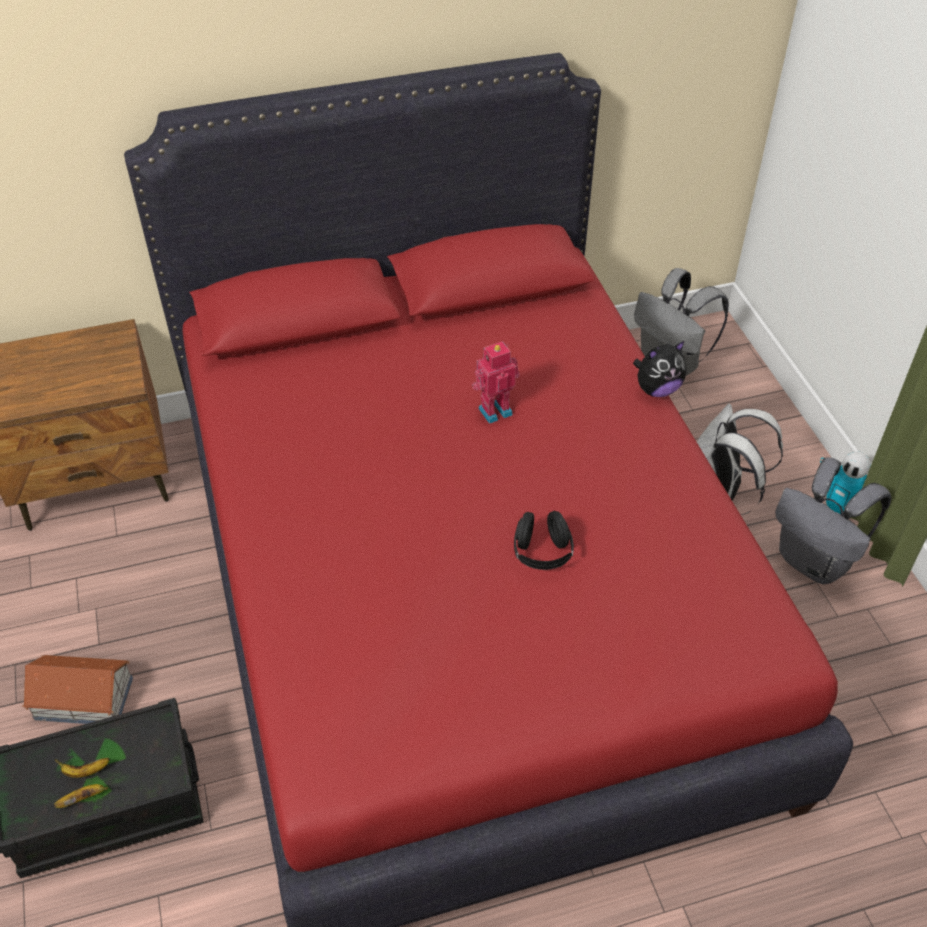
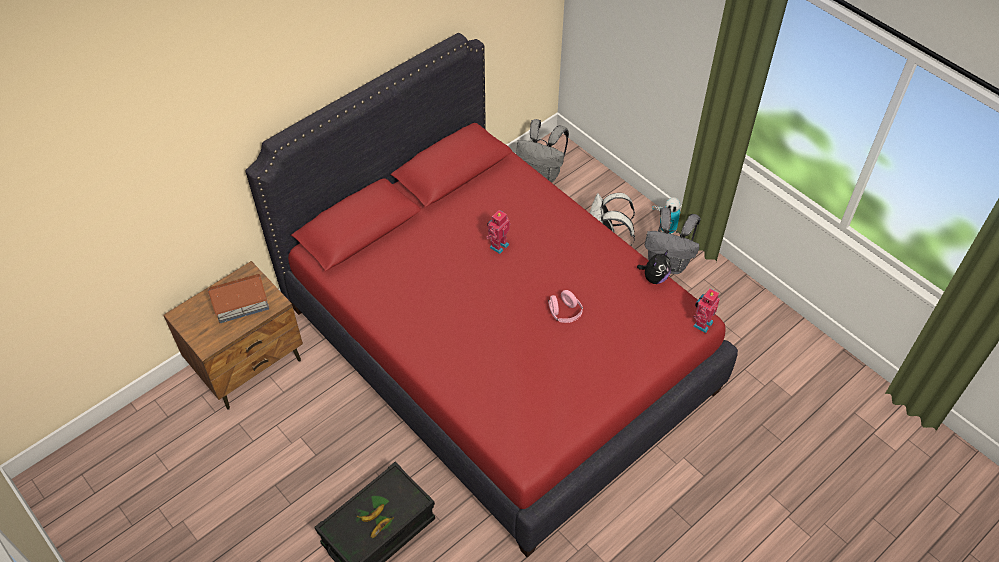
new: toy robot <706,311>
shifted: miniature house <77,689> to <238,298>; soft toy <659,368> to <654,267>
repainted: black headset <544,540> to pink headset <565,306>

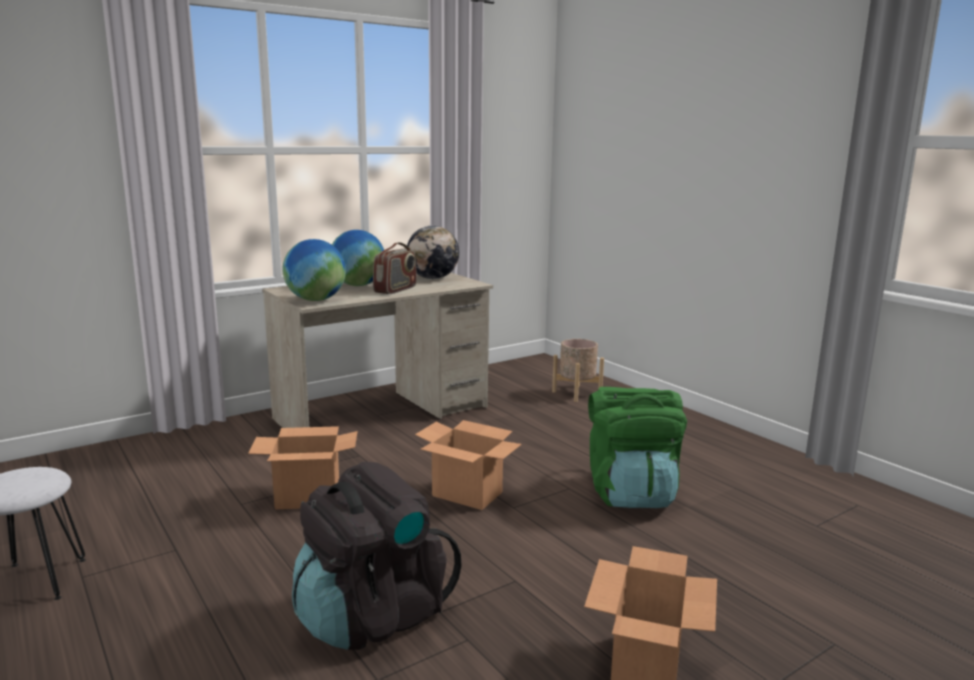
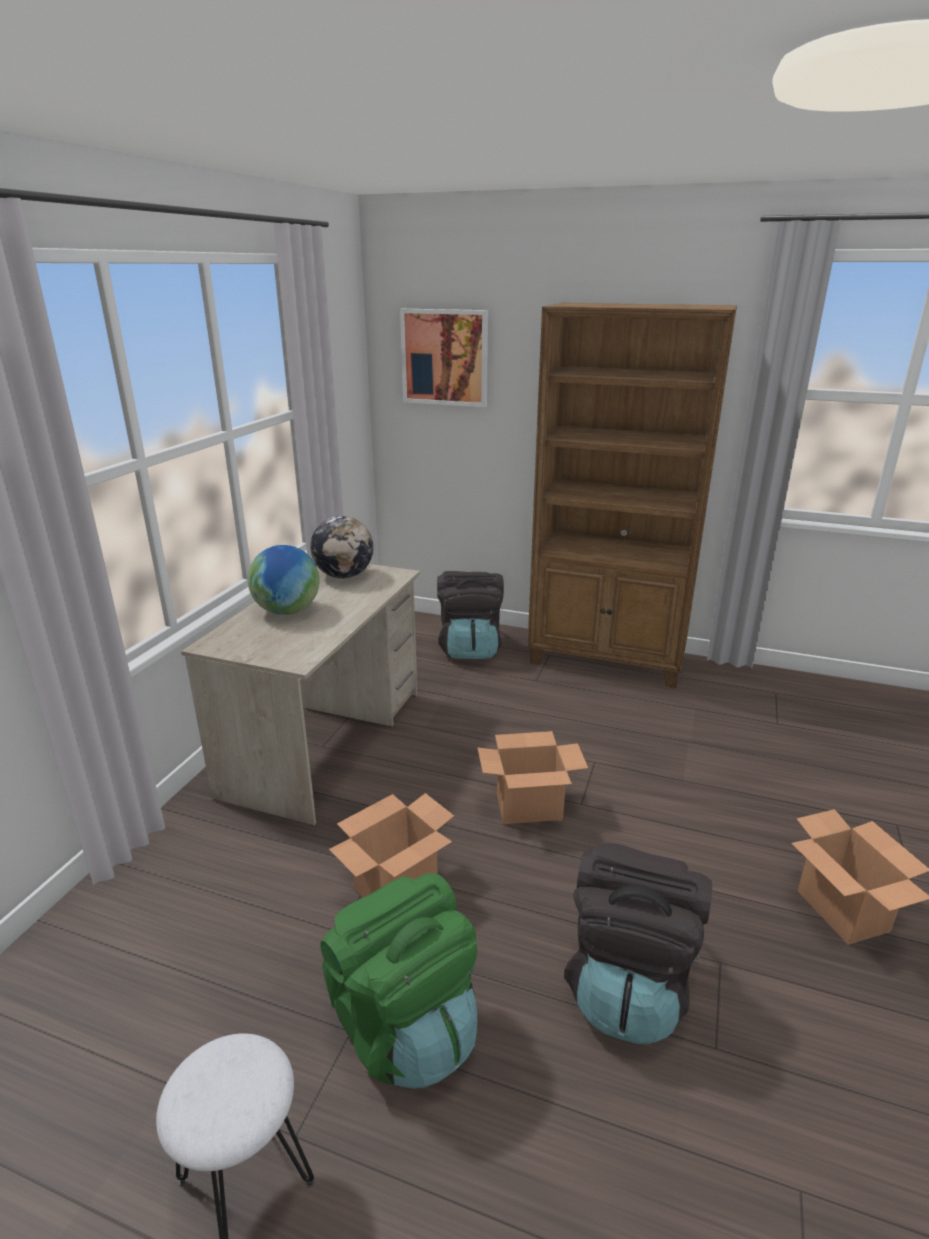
gone: world globe <314,270>; radio set <395,268>
new: wall art <444,358>; brown shelving unit <632,495>
shifted: greenish backpack <637,447> to <398,981>
swapped: beige-coloured planter <578,370> to black backpack <470,615>

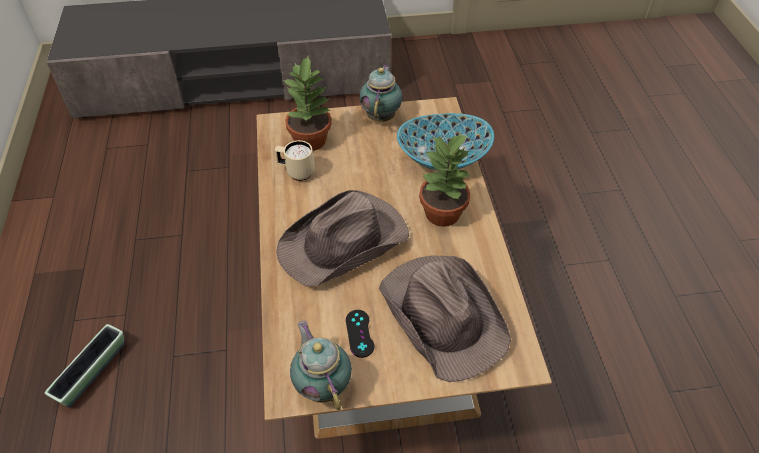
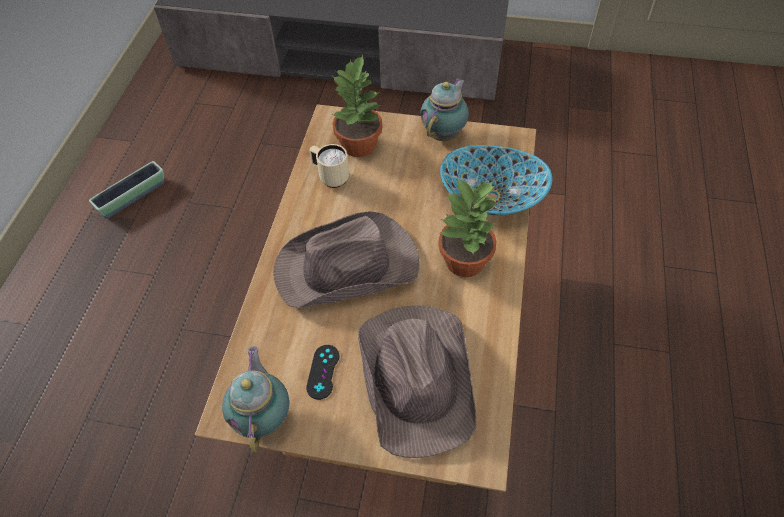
shifted: planter <84,366> to <126,190>

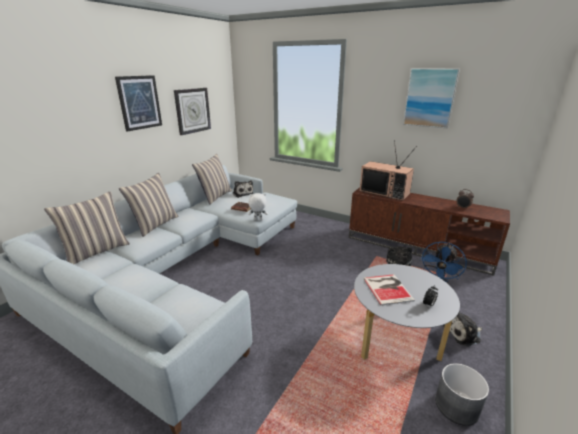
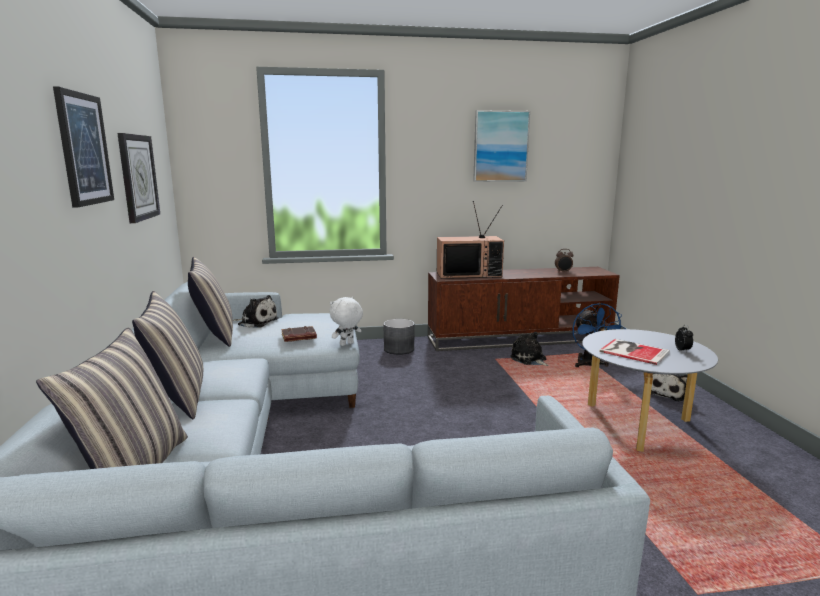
shifted: greyish planter <462,394> to <399,337>

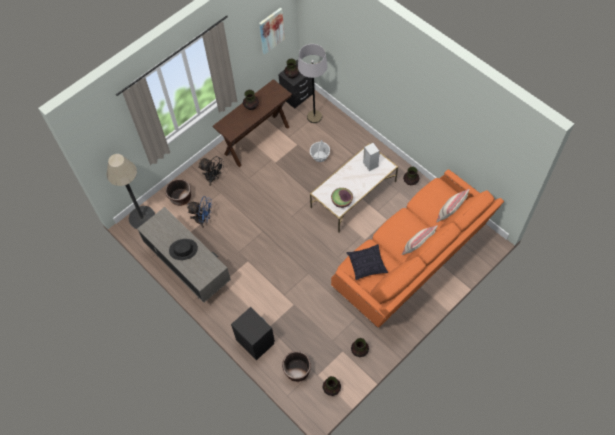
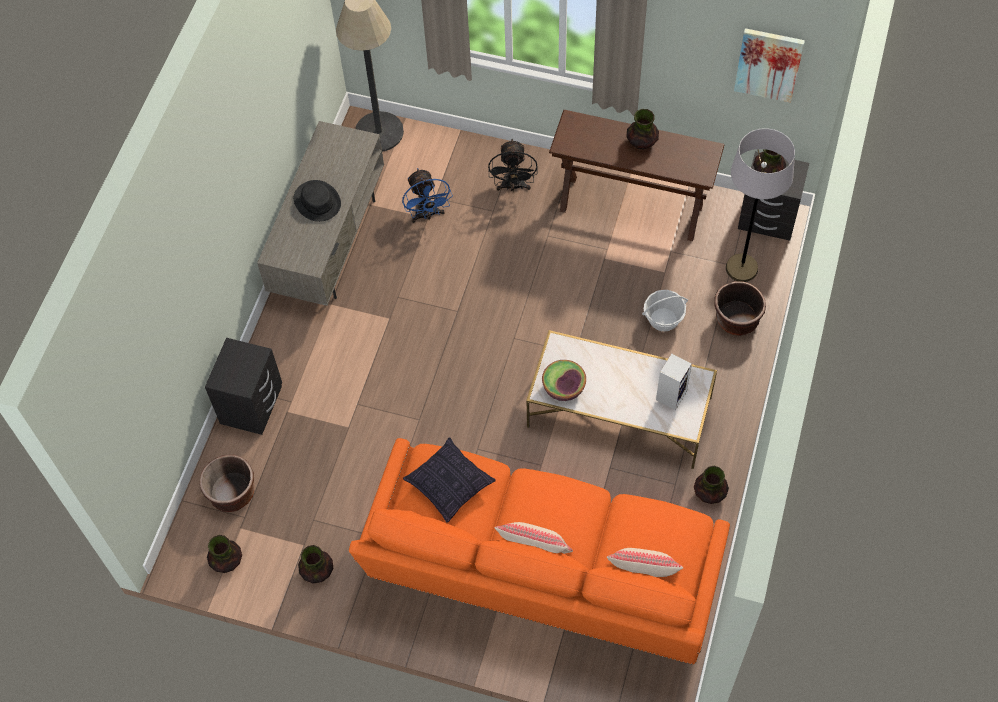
shifted: brown planter <178,192> to <740,308>

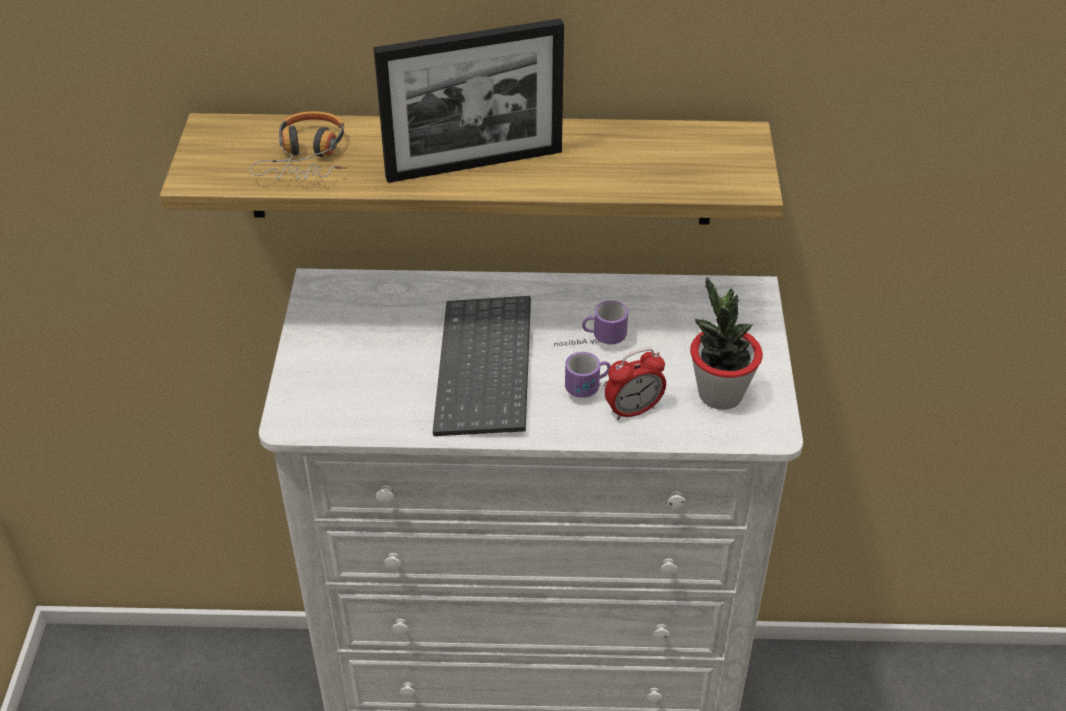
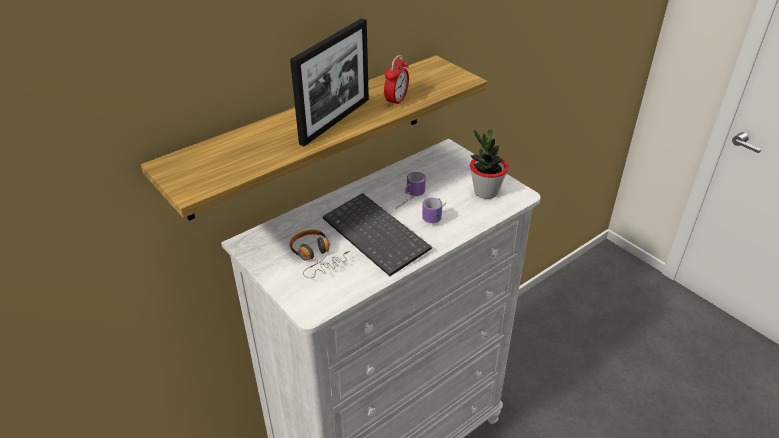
shifted: headset <298,145> to <319,254>; alarm clock <635,384> to <396,81>

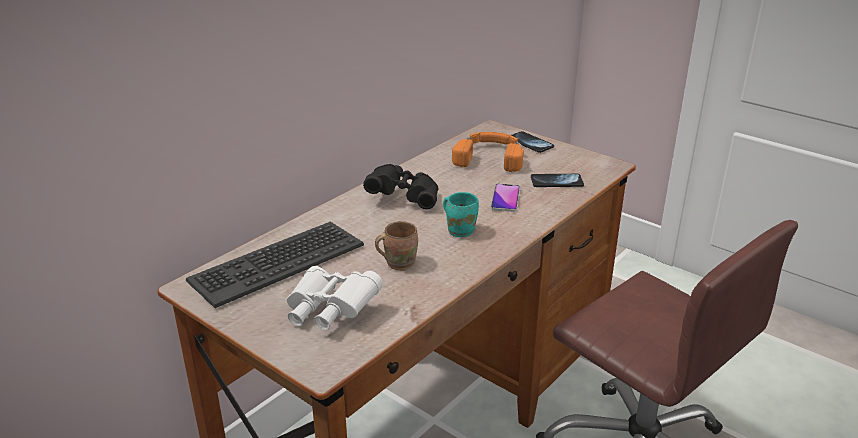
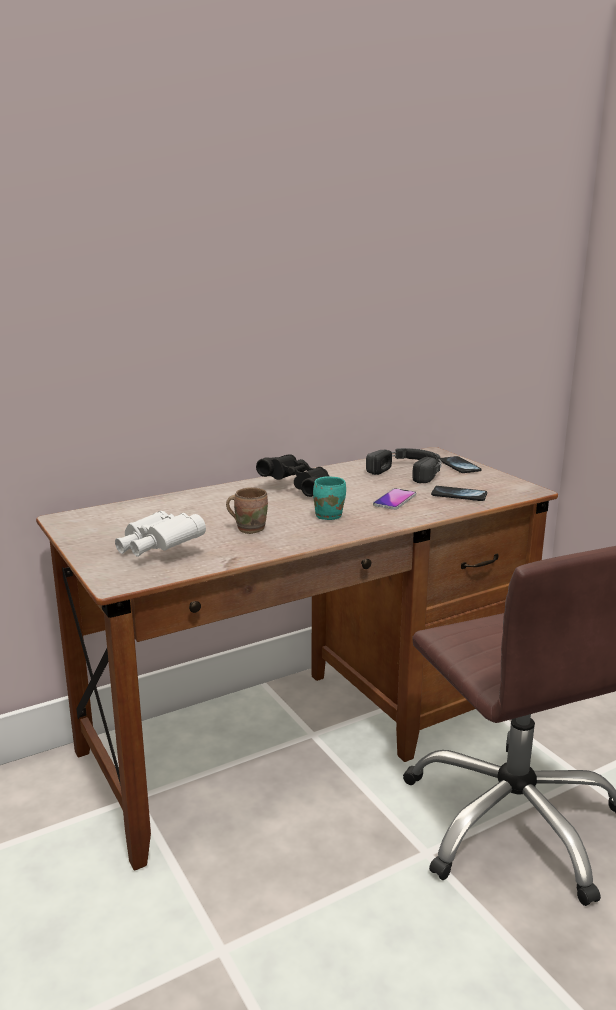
gone: keyboard <275,265>
repainted: orangey headset <488,152> to black headset <404,465>

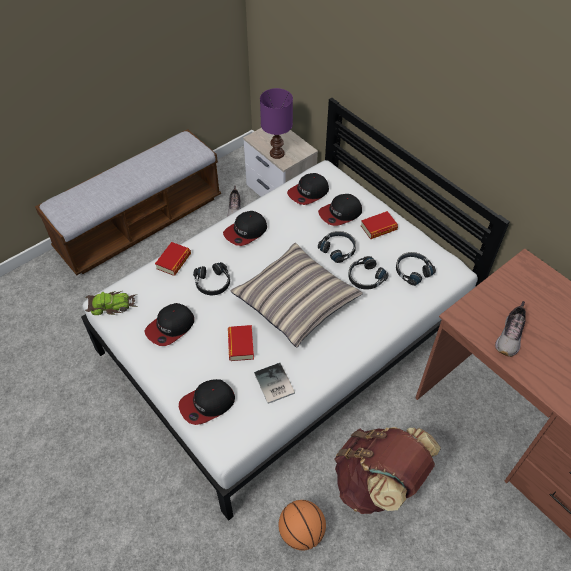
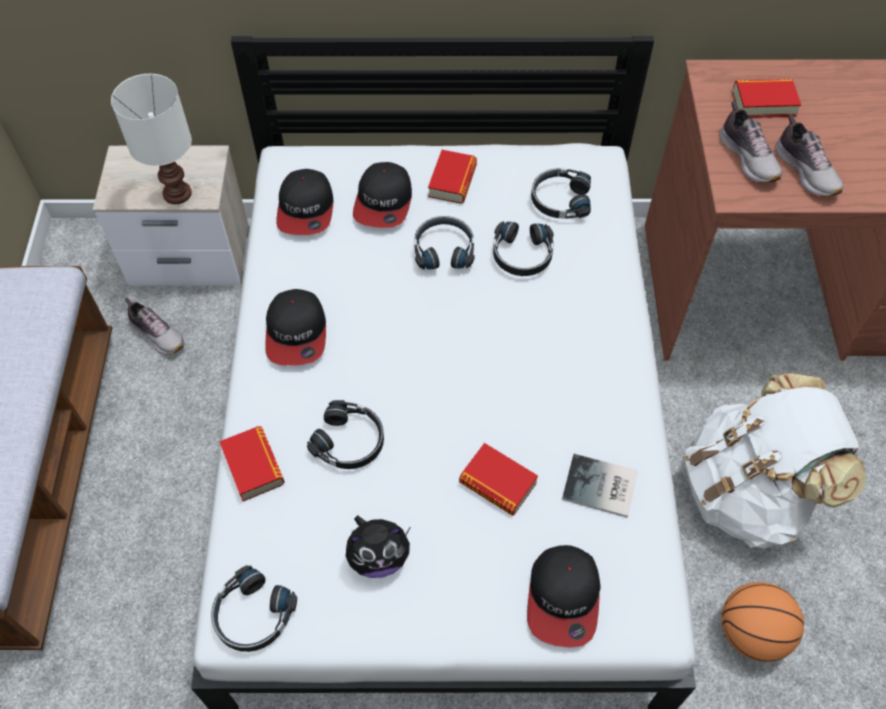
gone: cushion <297,295>
new: low shoe <750,142>; book <767,98>
swapped: toy car <111,303> to black headset <254,608>; cap <169,324> to soft toy <378,546>
repainted: purple tabletop lamp <276,123> to white-coloured tabletop lamp <151,139>; brown backpack <387,470> to white-coloured backpack <775,460>

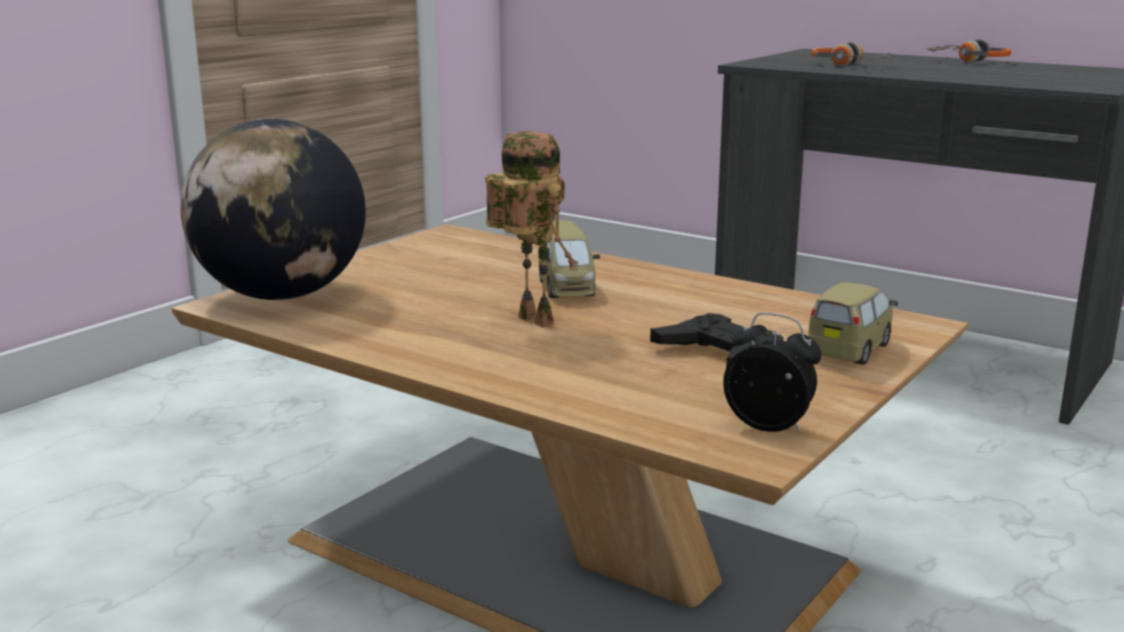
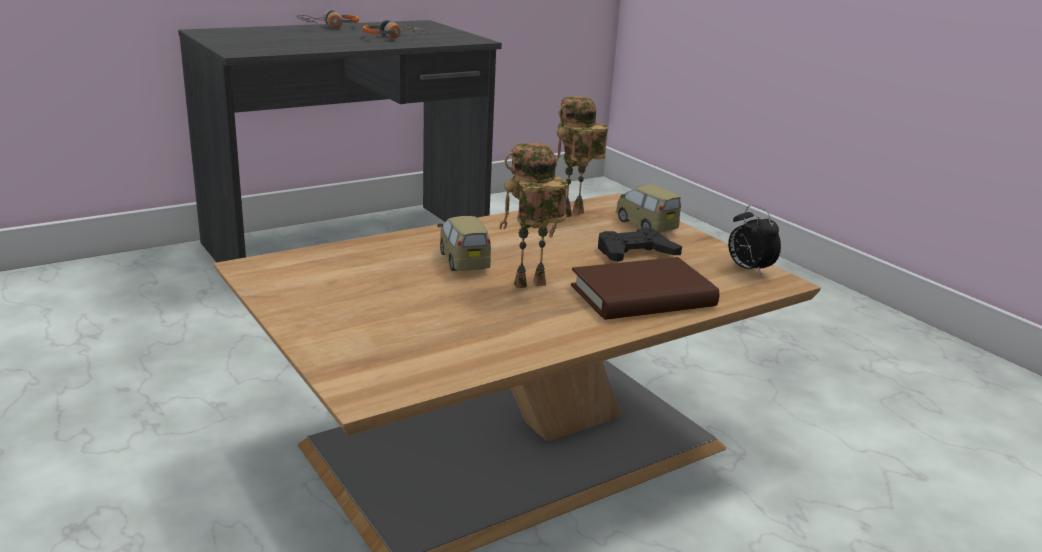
gone: world globe <273,209>
new: toy robot <582,157>; brown book <645,288>
shifted: headset <853,54> to <396,29>
rotated: toy car <569,259> = <464,243> 120 degrees counterclockwise; alarm clock <772,372> = <754,240> 90 degrees counterclockwise

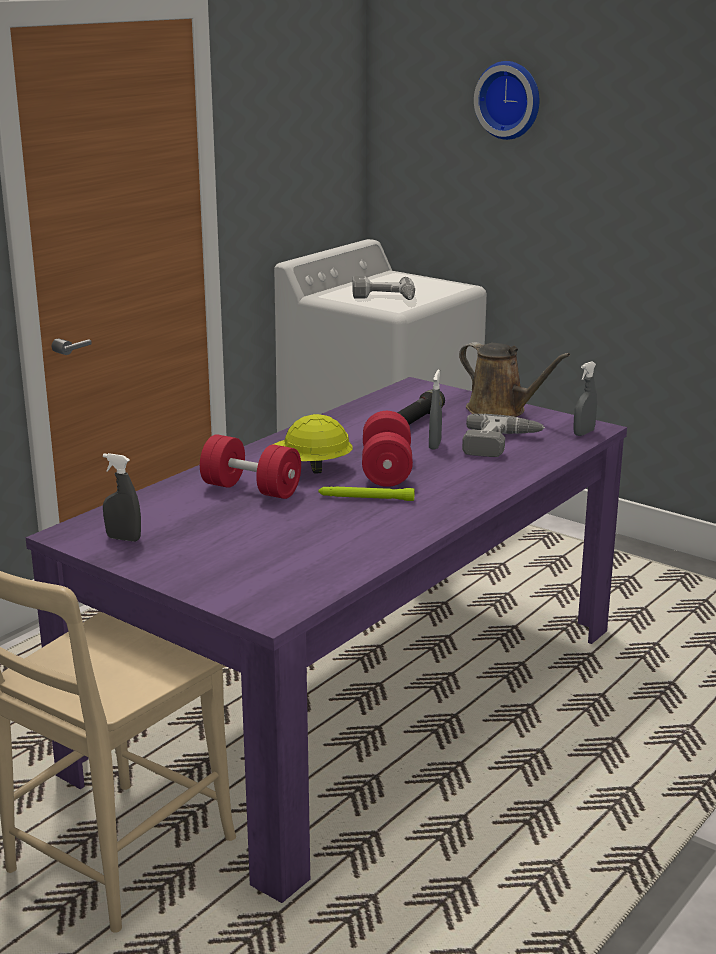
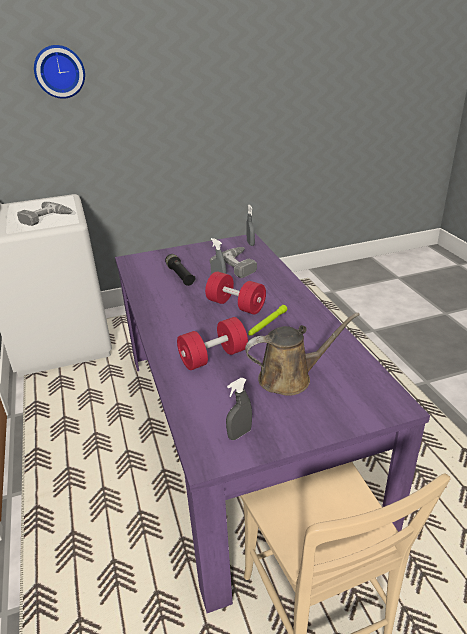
gone: yellow-coloured safety helmet <312,444>
shifted: brown watering pot <514,379> to <302,354>

